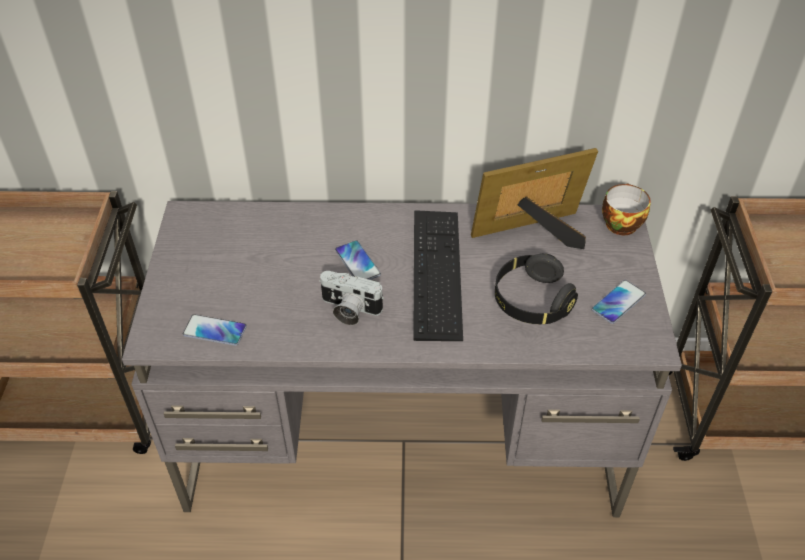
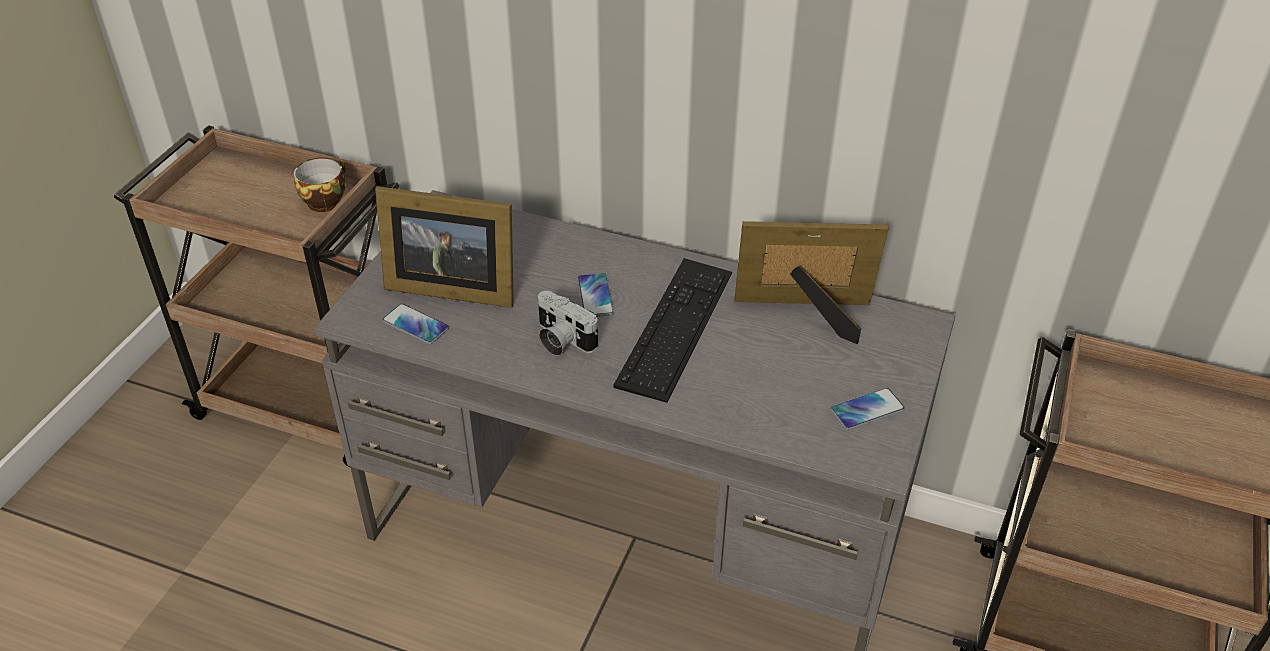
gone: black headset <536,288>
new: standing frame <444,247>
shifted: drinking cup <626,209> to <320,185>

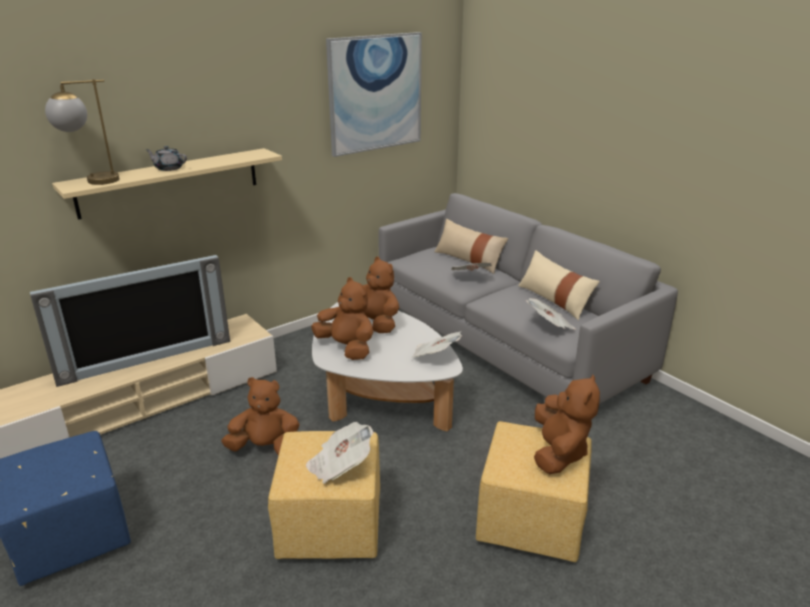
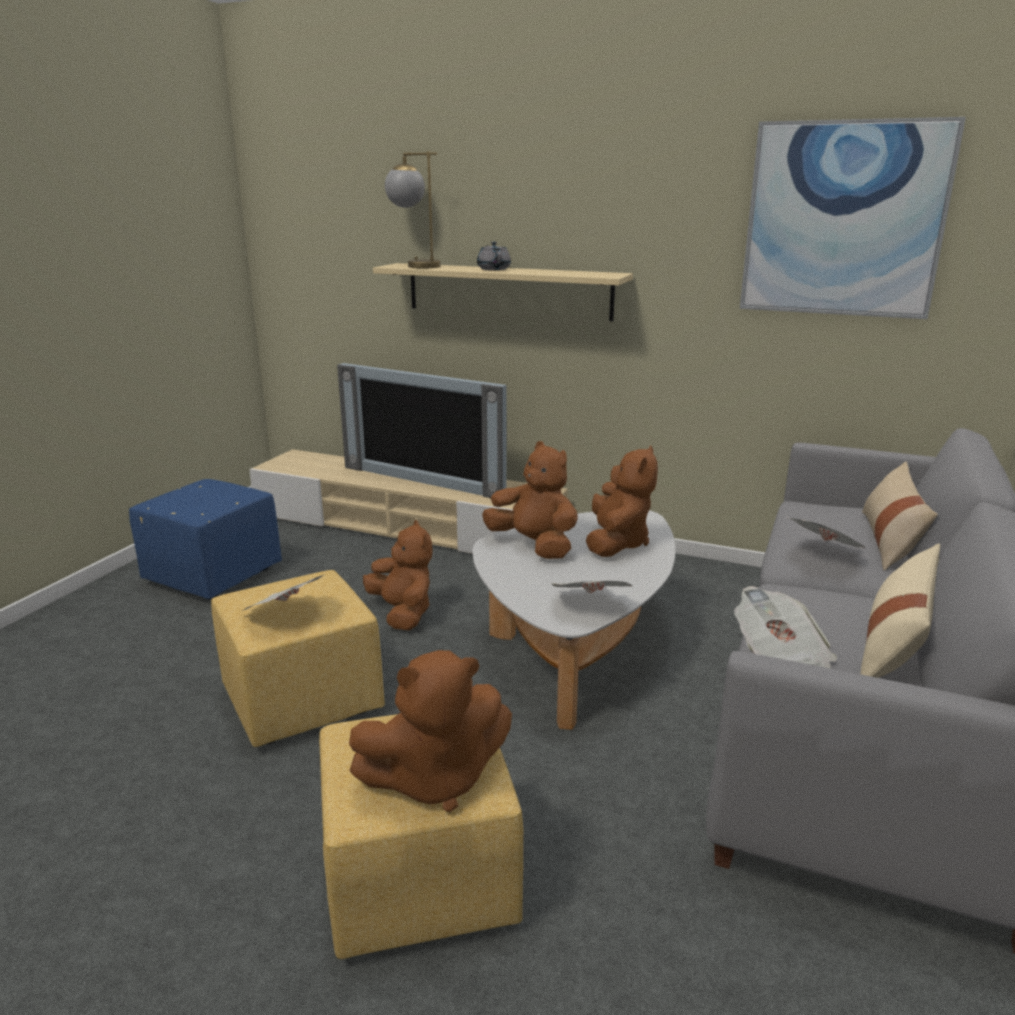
rotated: brown soft toy <342,318> = <530,500> 60 degrees counterclockwise

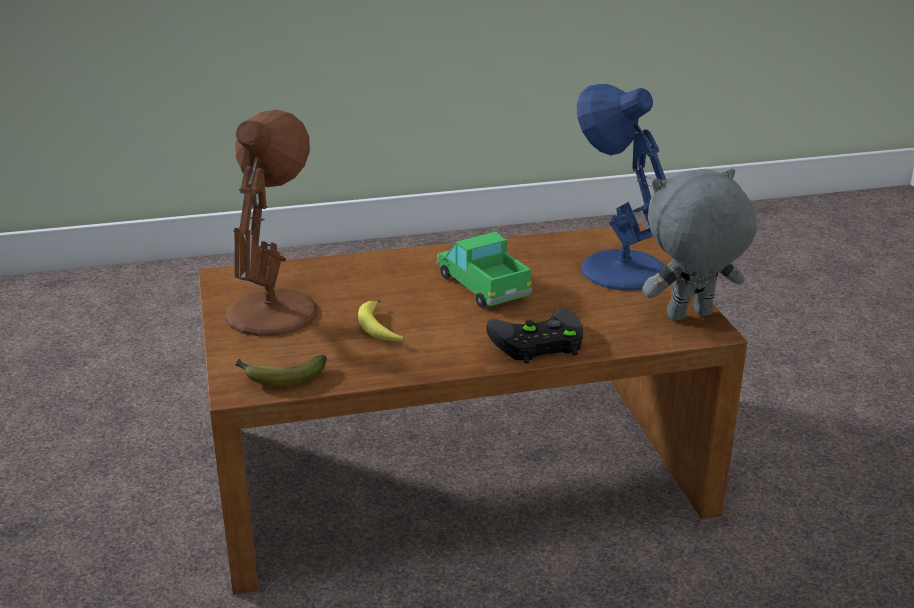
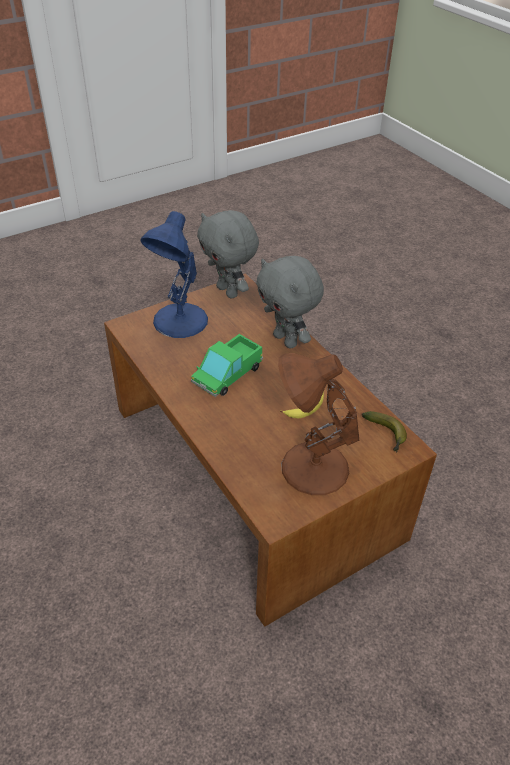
swapped: black gamepad <534,336> to greyish soft toy <290,302>

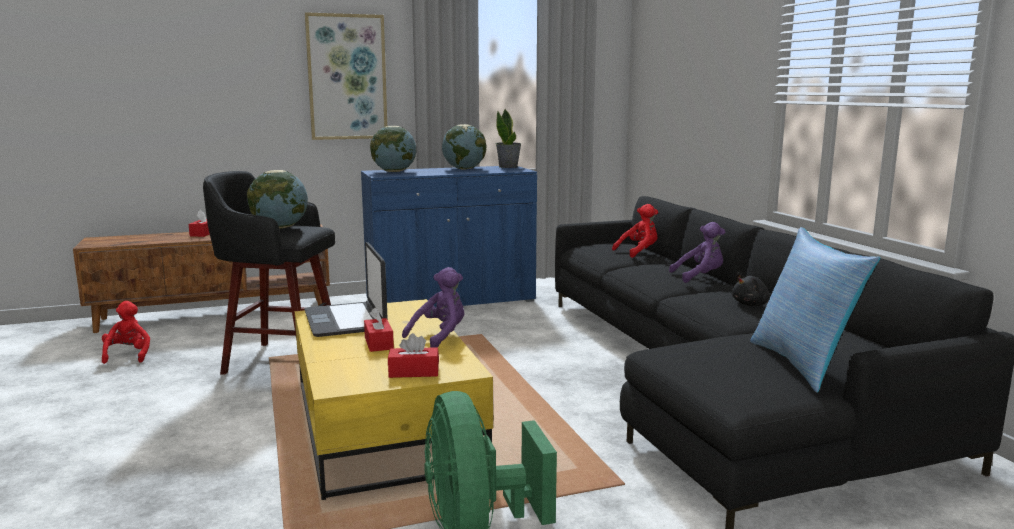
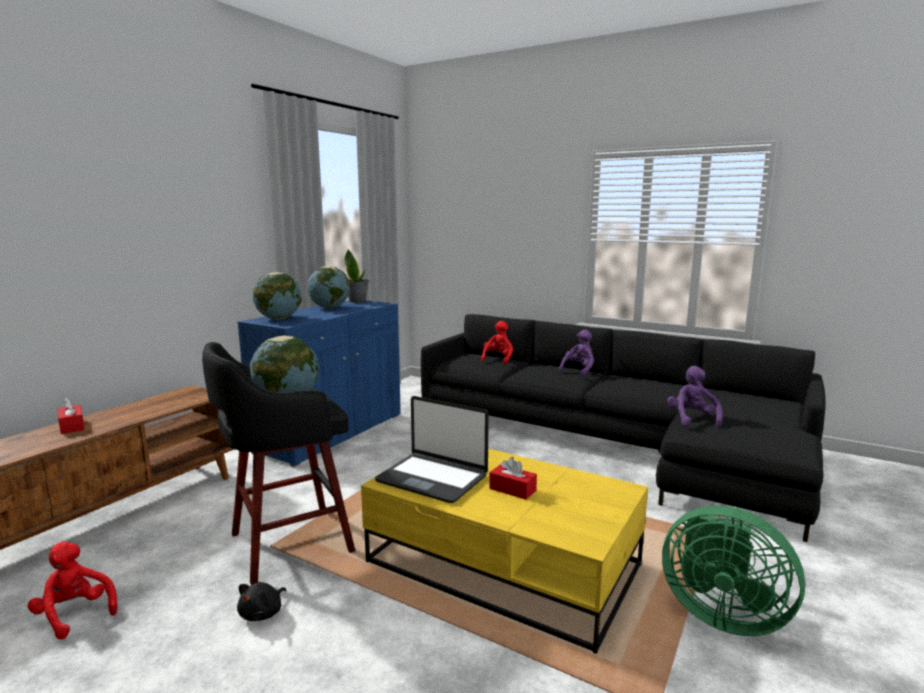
gone: wall art <346,76>; red box of tissues <413,355>; cushion <815,310>
shifted: black soft toy <752,289> to <261,601>; purple soft toy <433,307> to <695,396>

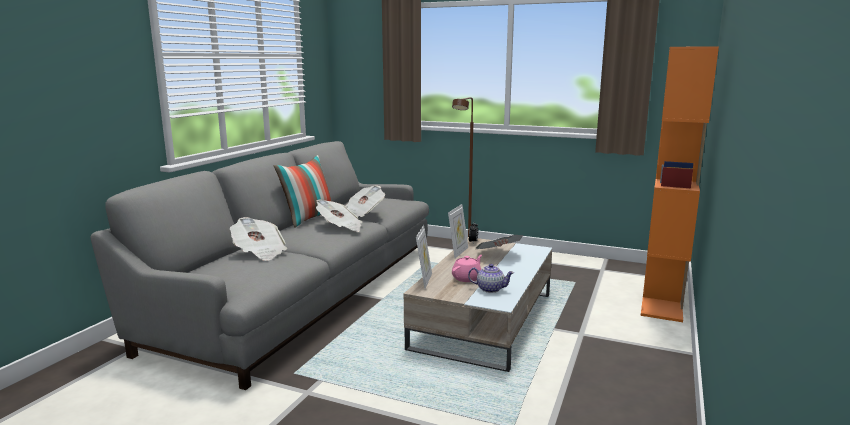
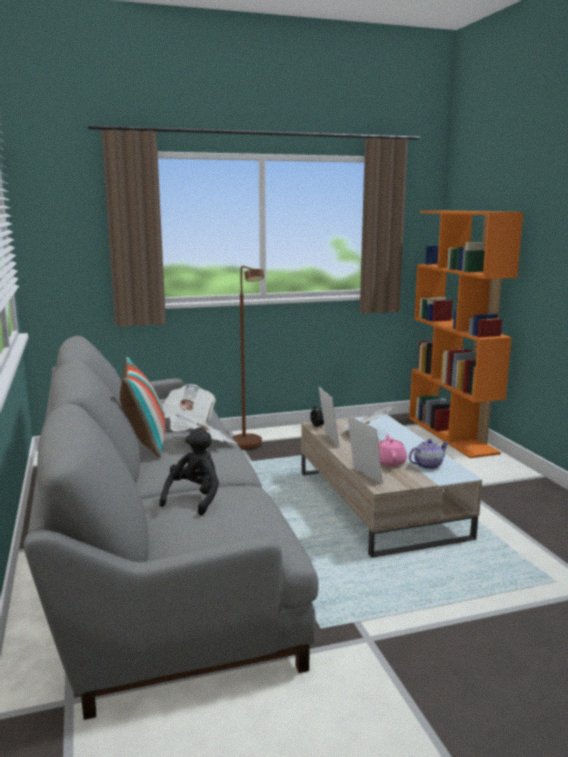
swapped: printed paper <258,239> to black soft toy <189,472>

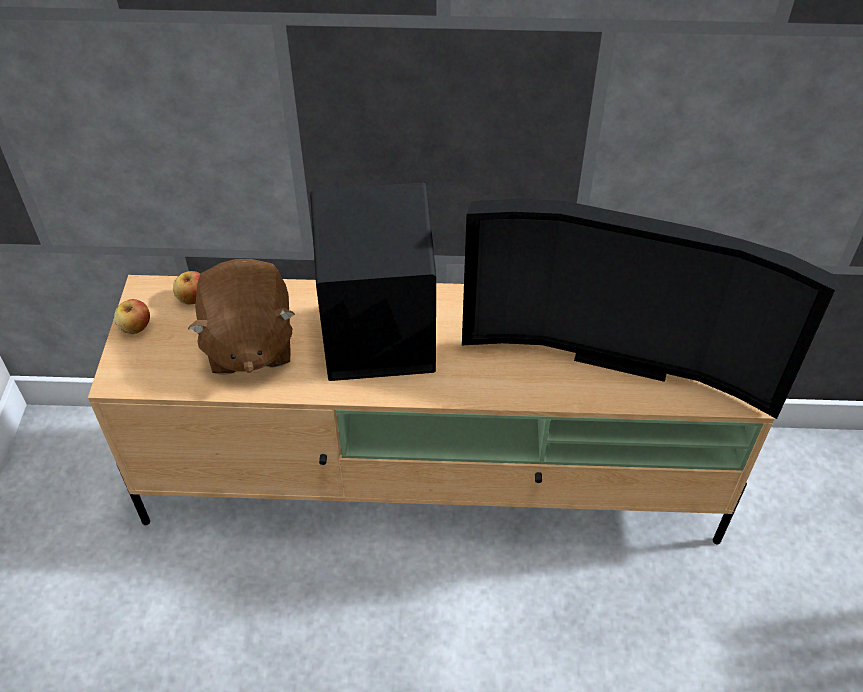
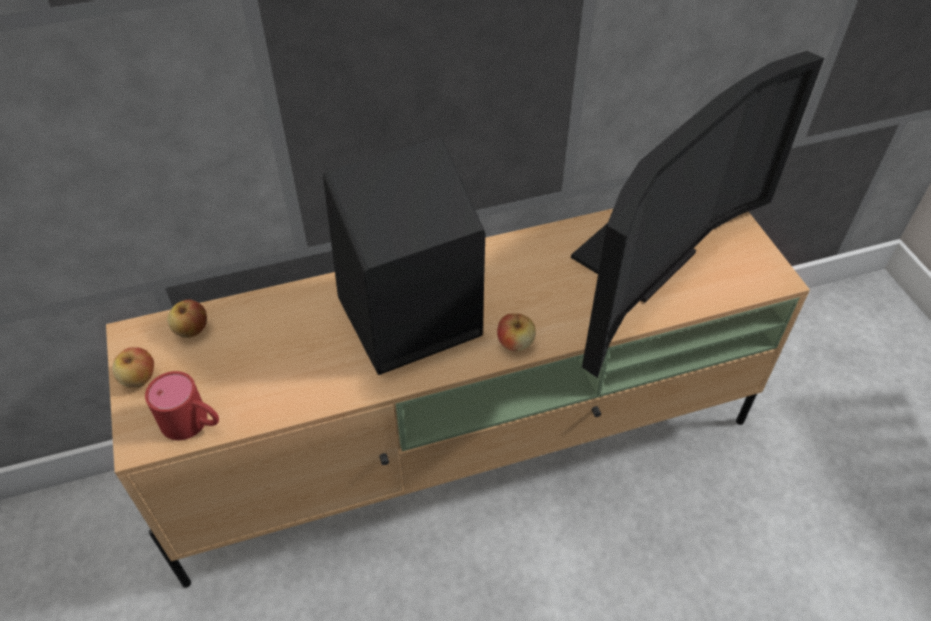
gone: brown soft toy <241,317>
new: red coffee mug <182,405>; whole apple <516,332>
rotated: TV <649,309> = <697,214> 45 degrees counterclockwise

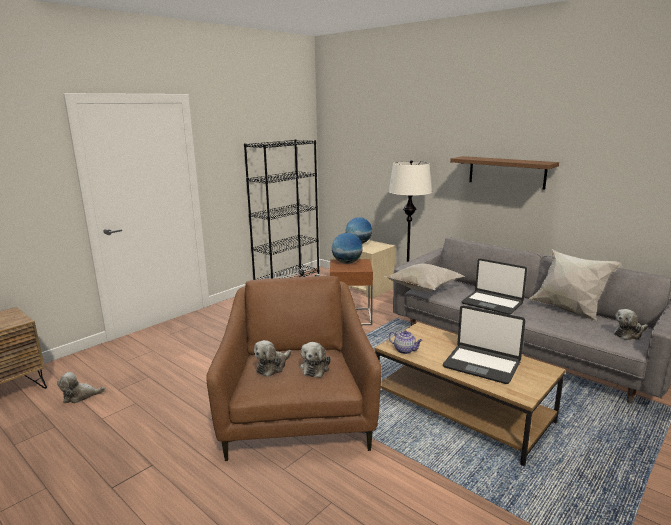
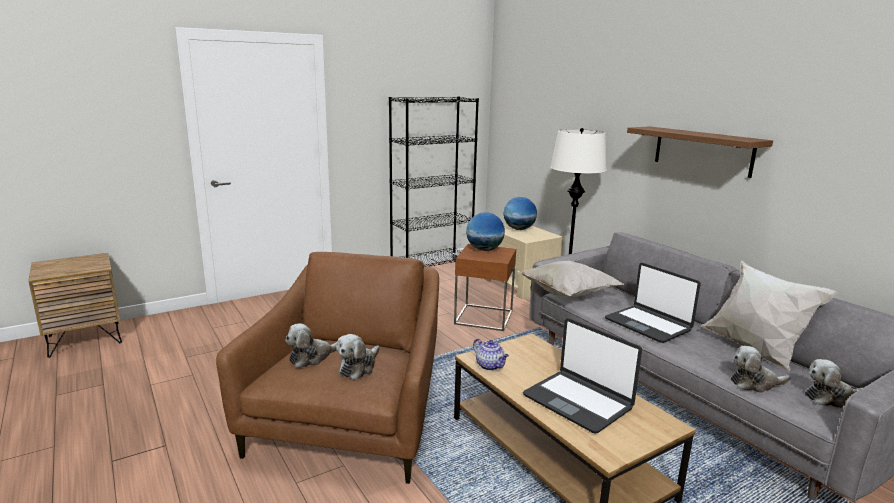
shifted: soft toy <81,387> to <761,369>

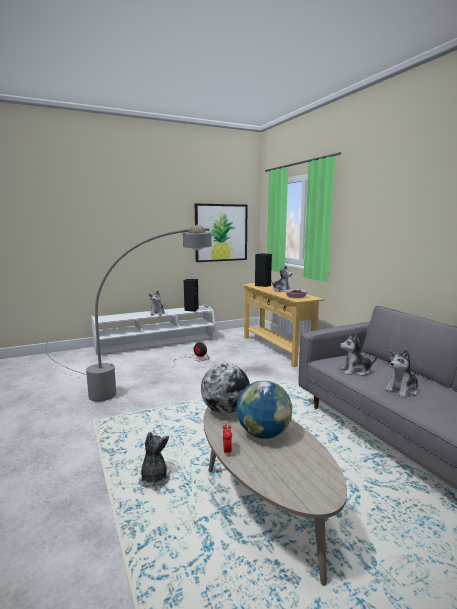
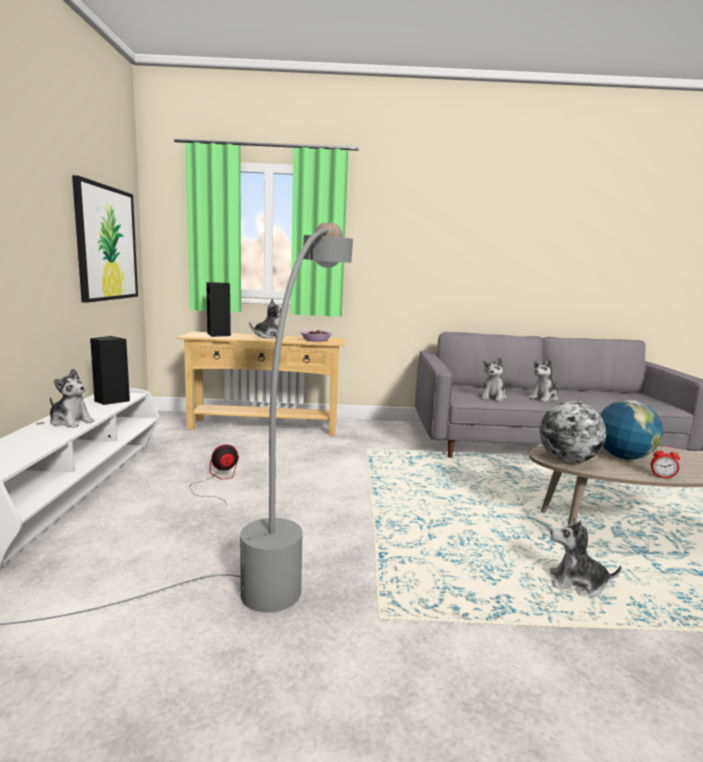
rotated: soft toy <401,373> = <543,380> 60 degrees clockwise

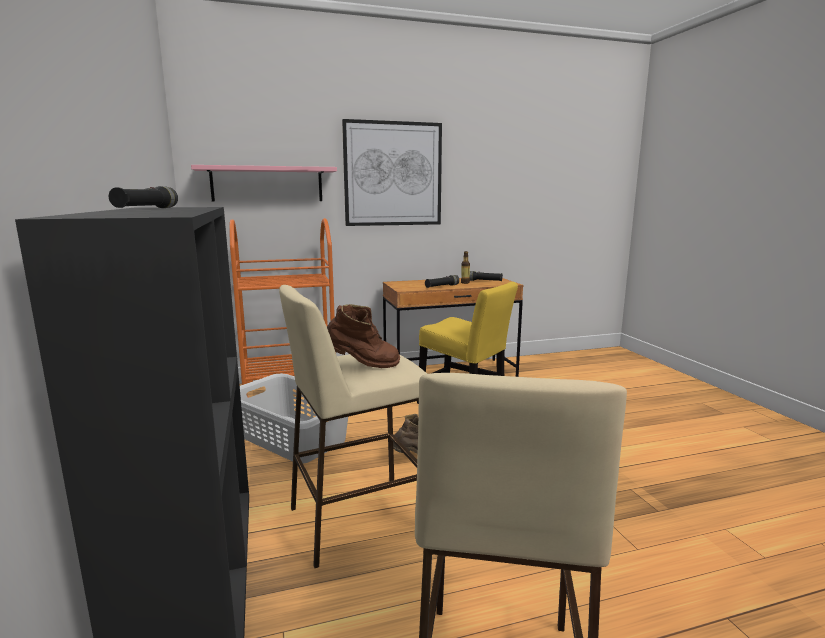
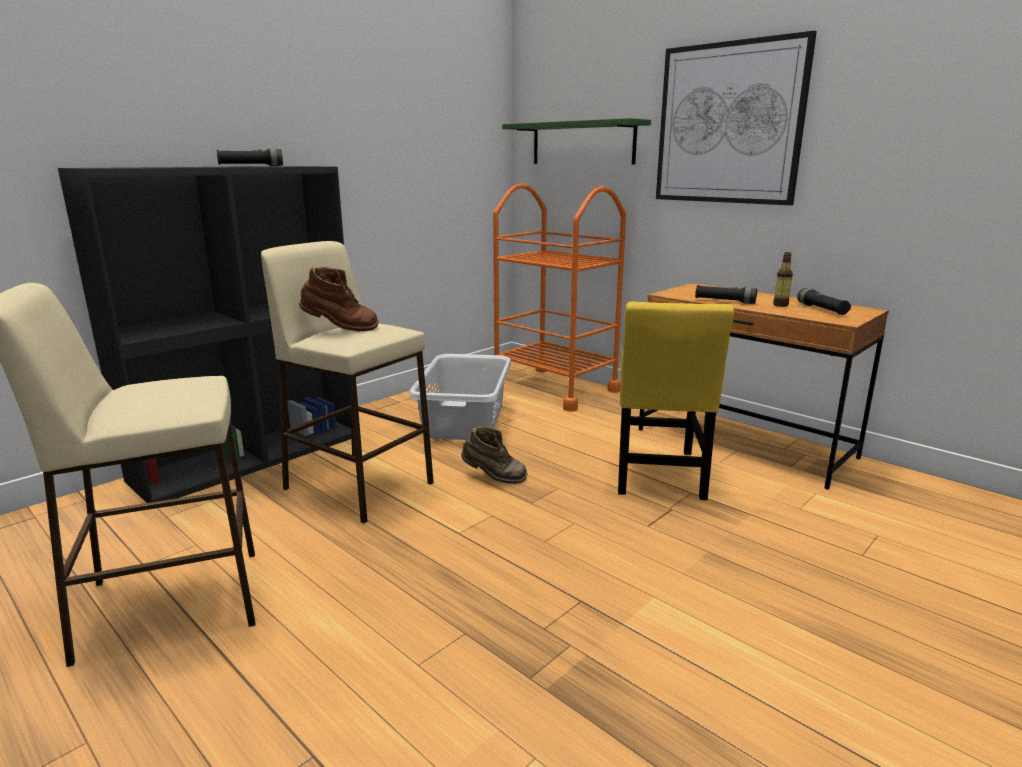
repainted: pink shelf <264,183> to greenish shelf <576,141>
rotated: brown high-top boot <363,336> = <339,299> 60 degrees counterclockwise

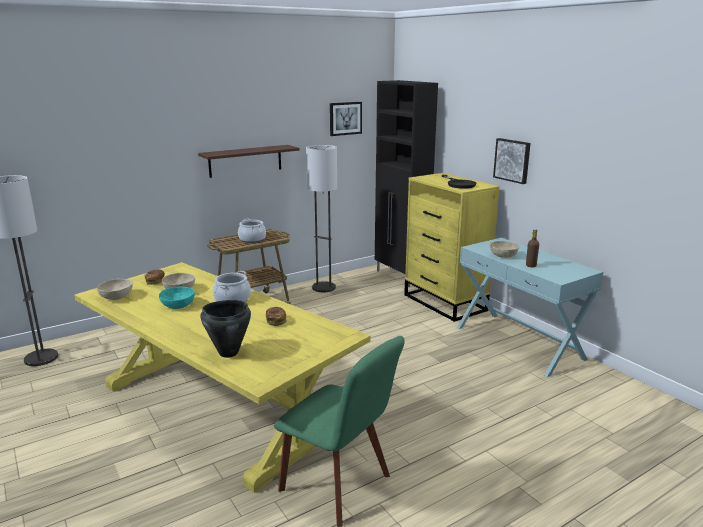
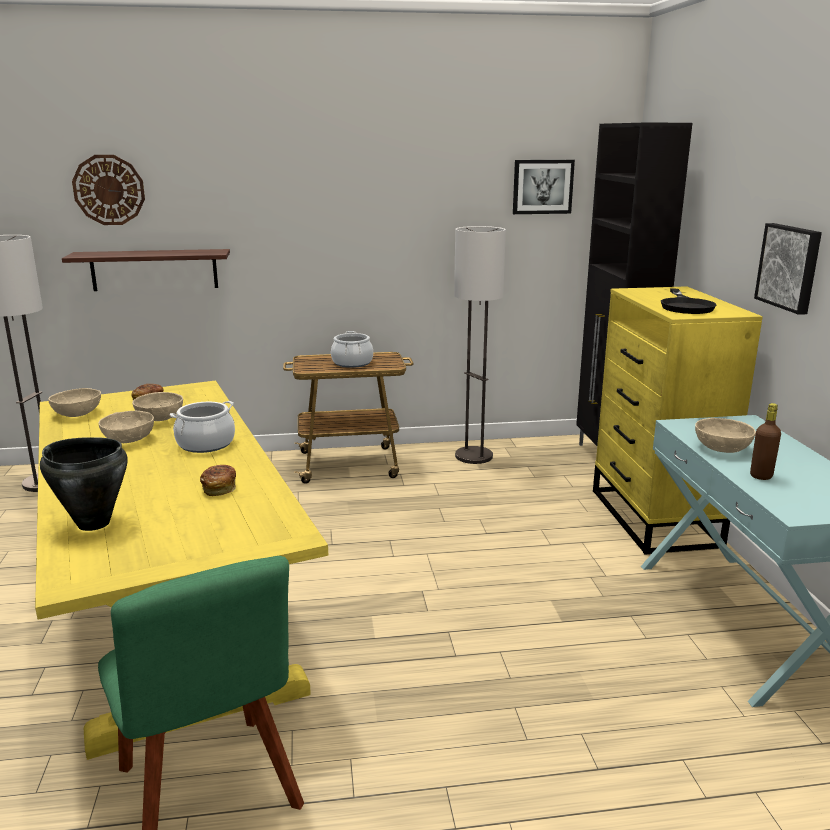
new: clock on the wall <108,190>
shifted: shelf <249,161> to <146,270>
repainted: blue-green deep dish <177,298> to beige-coloured deep dish <126,427>

